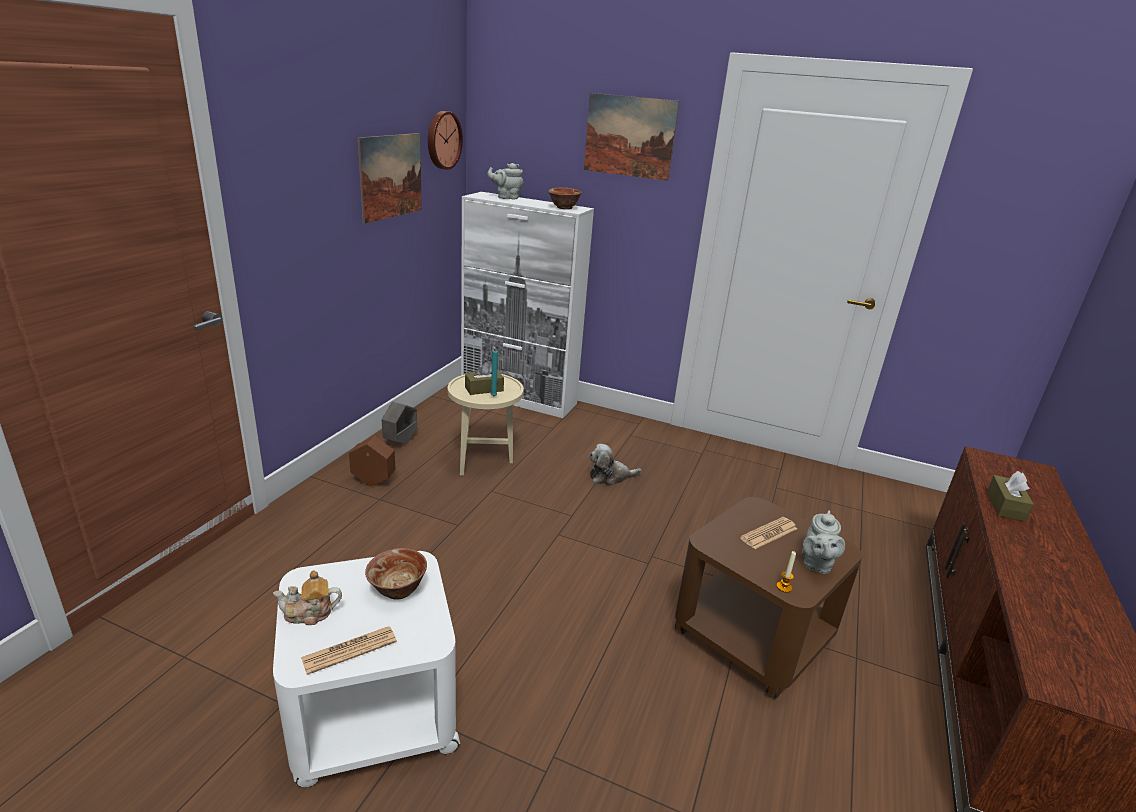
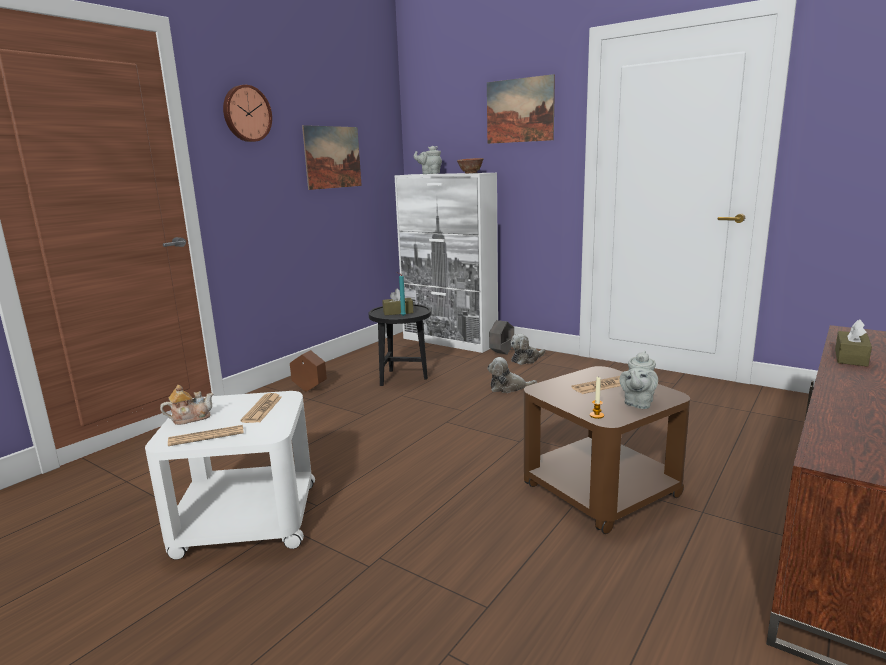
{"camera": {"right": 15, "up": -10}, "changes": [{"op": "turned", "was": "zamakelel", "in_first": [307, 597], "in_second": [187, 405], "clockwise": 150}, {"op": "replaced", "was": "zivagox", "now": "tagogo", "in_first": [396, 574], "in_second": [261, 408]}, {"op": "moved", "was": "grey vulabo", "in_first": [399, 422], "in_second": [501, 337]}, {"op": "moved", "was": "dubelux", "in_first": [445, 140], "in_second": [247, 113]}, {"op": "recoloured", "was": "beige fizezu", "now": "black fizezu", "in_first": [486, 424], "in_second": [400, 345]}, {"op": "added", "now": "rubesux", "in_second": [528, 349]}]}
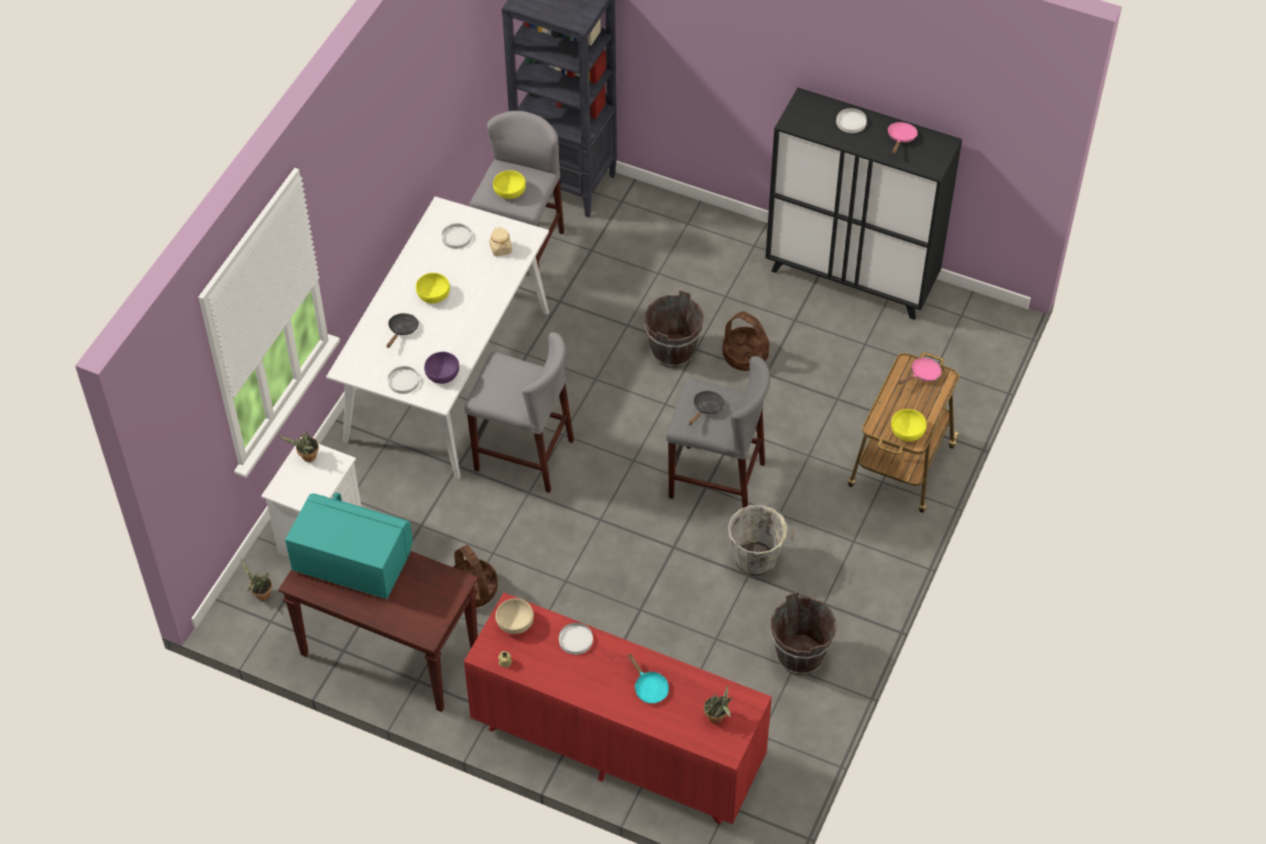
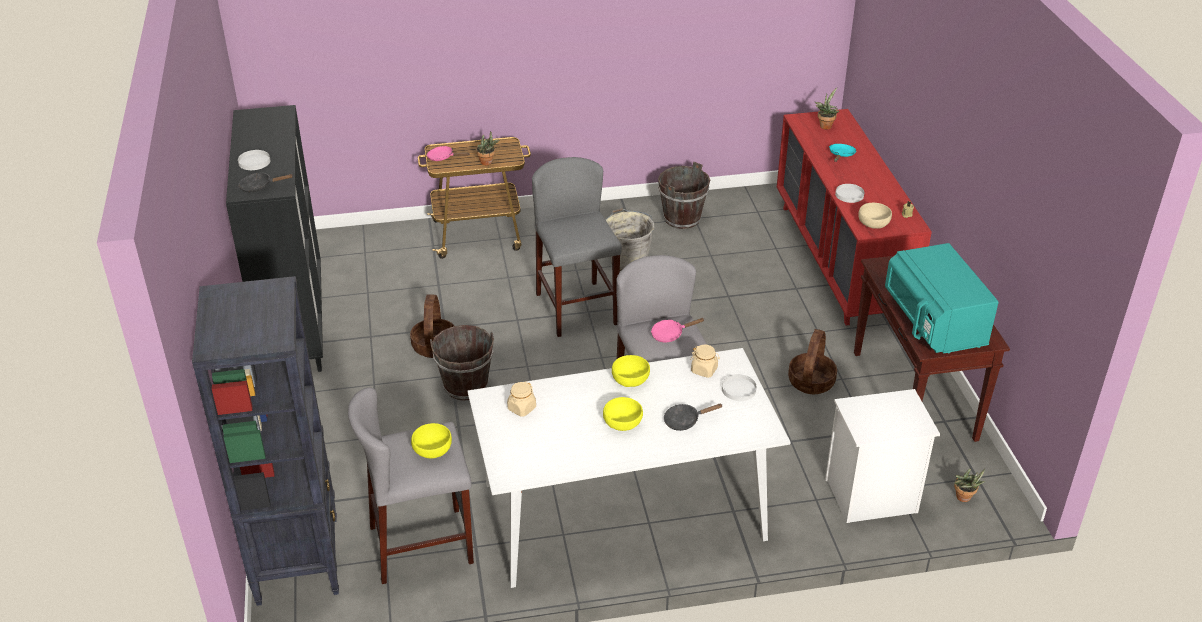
{"camera": {"right": -125, "up": -15}, "changes": [{"op": "moved", "was": "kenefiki", "in_first": [299, 446], "in_second": [487, 148]}, {"op": "replaced", "was": "purple zivagox", "now": "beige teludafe", "in_first": [441, 368], "in_second": [705, 361]}, {"op": "removed", "was": "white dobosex", "in_first": [457, 236]}, {"op": "moved", "was": "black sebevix", "in_first": [706, 408], "in_second": [265, 182]}, {"op": "moved", "was": "pink sebevix", "in_first": [903, 138], "in_second": [678, 330]}, {"op": "moved", "was": "yellow zivagox", "in_first": [909, 425], "in_second": [631, 371]}]}
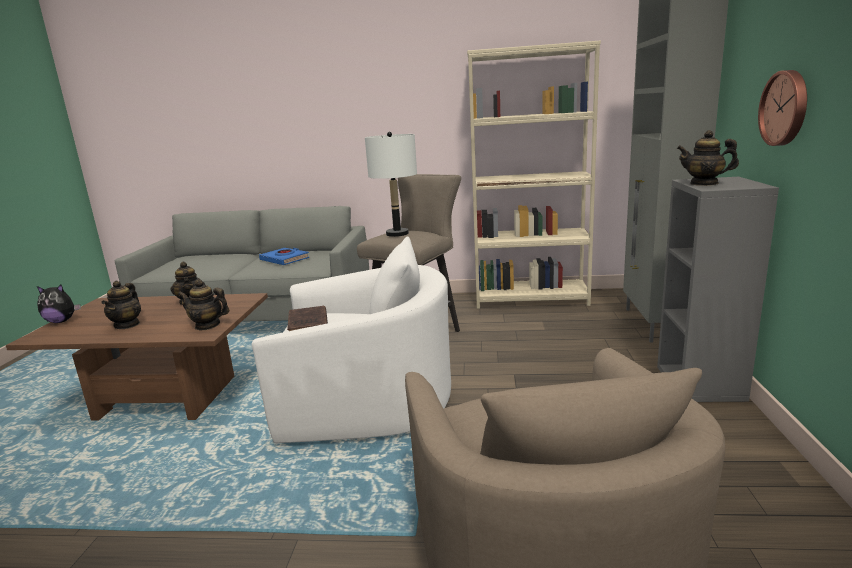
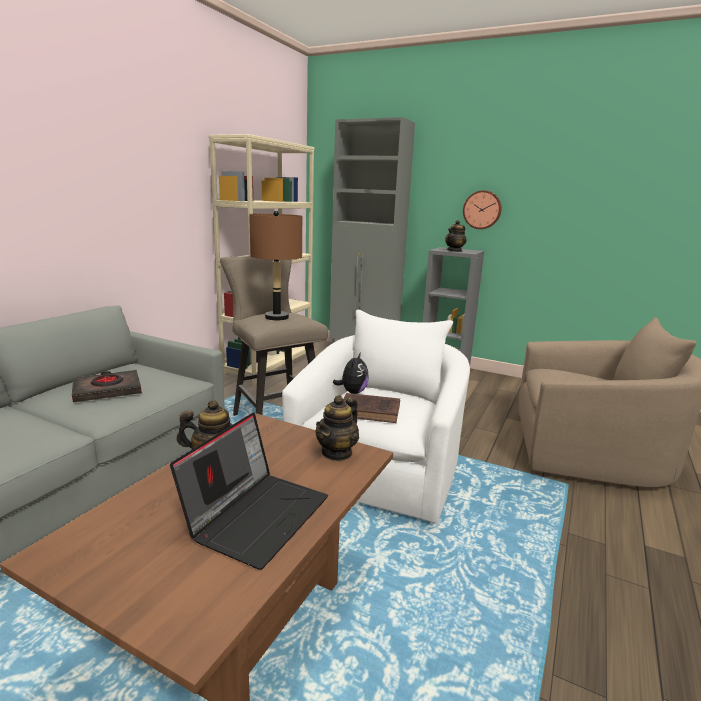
{"camera": {"right": -70, "up": 0}, "changes": [{"op": "moved", "was": "rubesux", "in_first": [59, 304], "in_second": [351, 373]}, {"op": "replaced", "was": "zamakelel", "now": "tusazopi", "in_first": [121, 305], "in_second": [249, 491]}, {"op": "recoloured", "was": "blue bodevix", "now": "black bodevix", "in_first": [284, 256], "in_second": [107, 386]}, {"op": "recoloured", "was": "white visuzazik", "now": "brown visuzazik", "in_first": [391, 184], "in_second": [275, 265]}]}
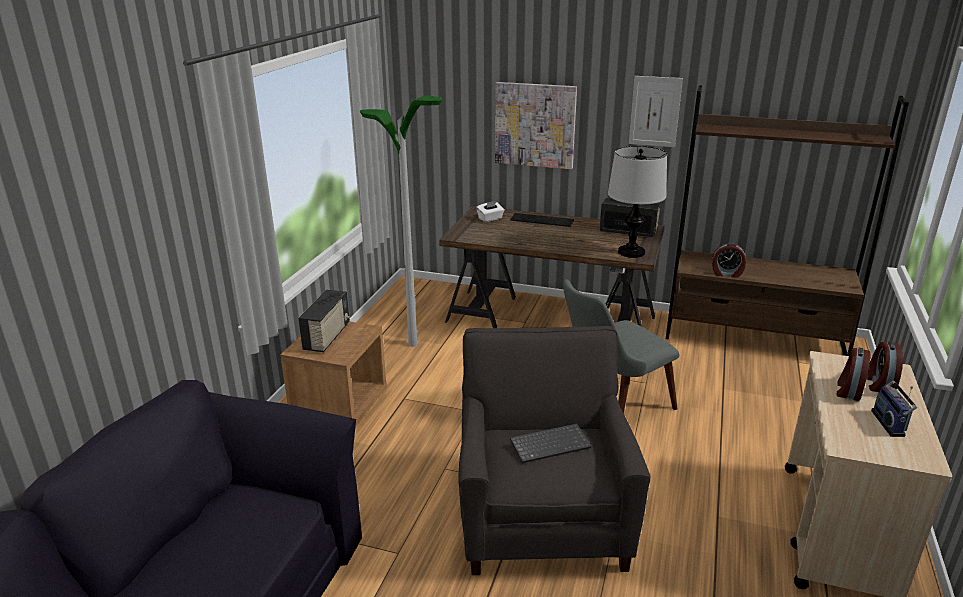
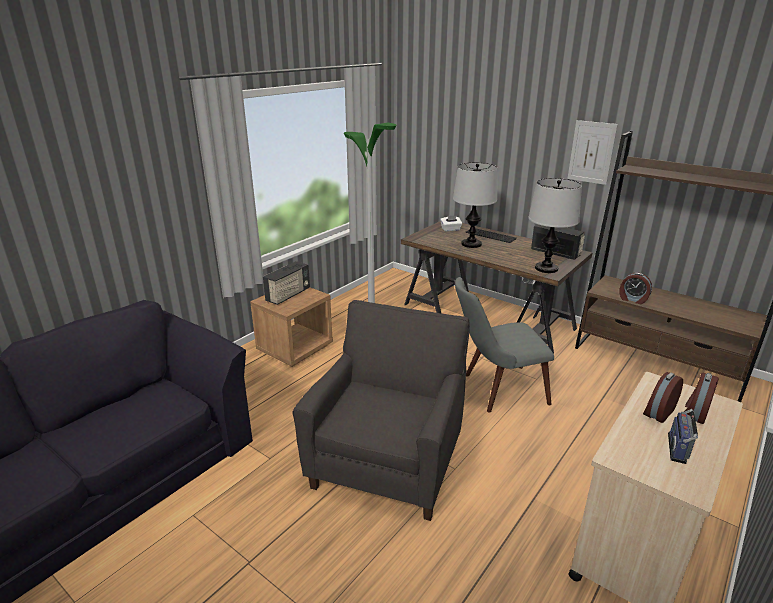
{"camera": {"right": 20, "up": 0}, "changes": [{"op": "removed", "was": "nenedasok", "in_first": [536, 125]}, {"op": "removed", "was": "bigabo", "in_first": [550, 443]}, {"op": "added", "now": "visuzazik", "in_second": [475, 205]}]}
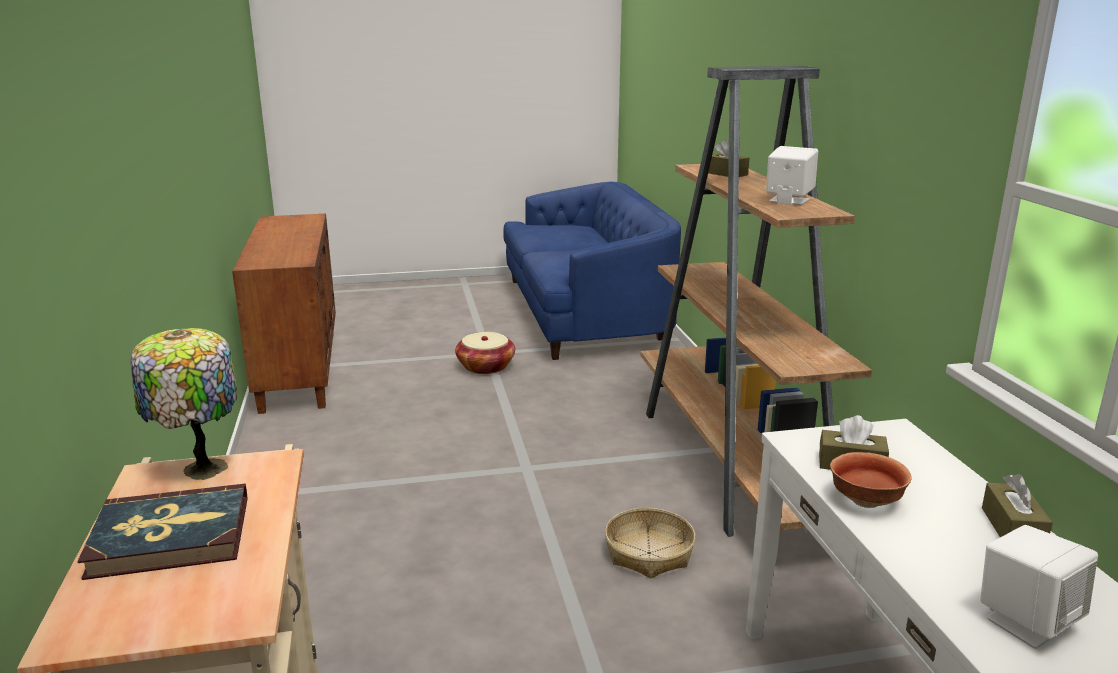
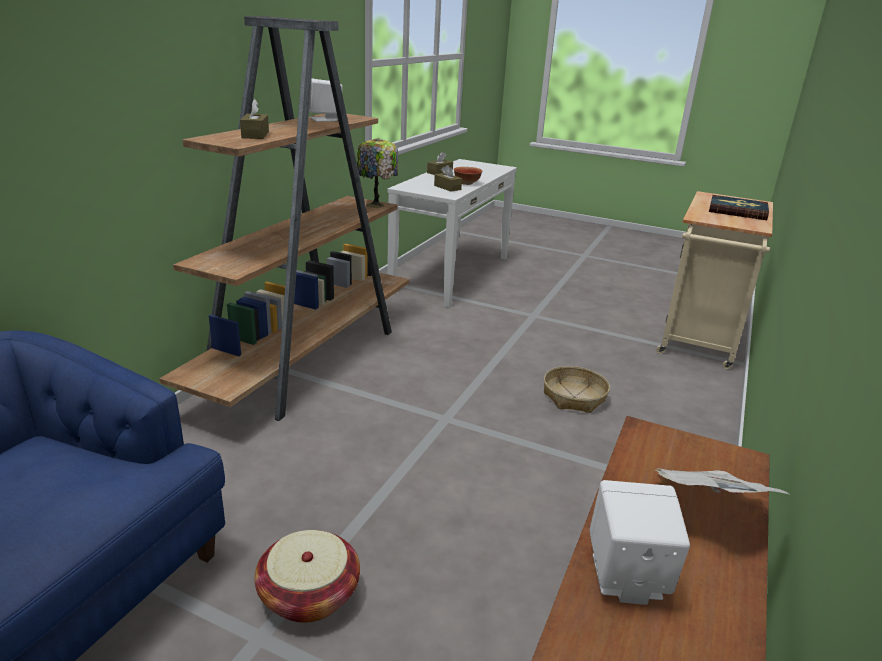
{"camera": {"right": -145, "up": 5}, "changes": [{"op": "moved", "was": "visuzazik", "in_first": [183, 404], "in_second": [377, 173]}, {"op": "moved", "was": "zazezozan", "in_first": [650, 543], "in_second": [577, 389]}, {"op": "moved", "was": "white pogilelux", "in_first": [1039, 587], "in_second": [640, 542]}, {"op": "added", "now": "tagogo", "in_second": [723, 481]}]}
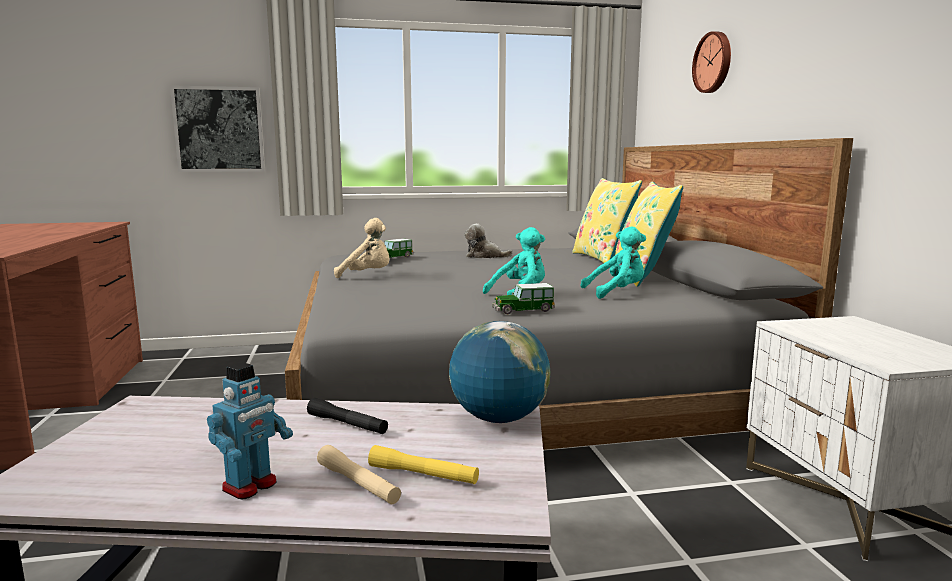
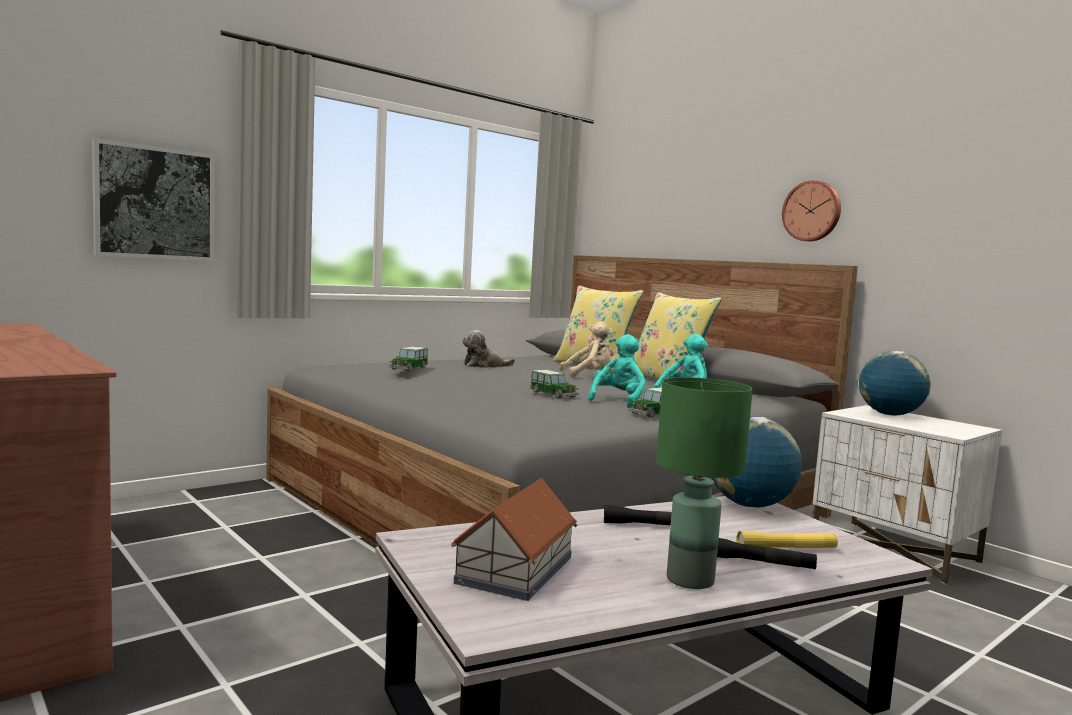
{"camera": {"right": -30, "up": -5}, "changes": [{"op": "replaced", "was": "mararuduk", "now": "green visuzazik", "in_first": [250, 430], "in_second": [704, 483]}, {"op": "recoloured", "was": "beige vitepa", "now": "black vitepa", "in_first": [359, 474], "in_second": [767, 553]}, {"op": "moved", "was": "beige rubesux", "in_first": [361, 248], "in_second": [586, 349]}, {"op": "moved", "was": "dubelux", "in_first": [711, 62], "in_second": [811, 210]}, {"op": "added", "now": "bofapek", "in_second": [514, 539]}, {"op": "added", "now": "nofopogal", "in_second": [554, 384]}, {"op": "added", "now": "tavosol", "in_second": [895, 383]}]}
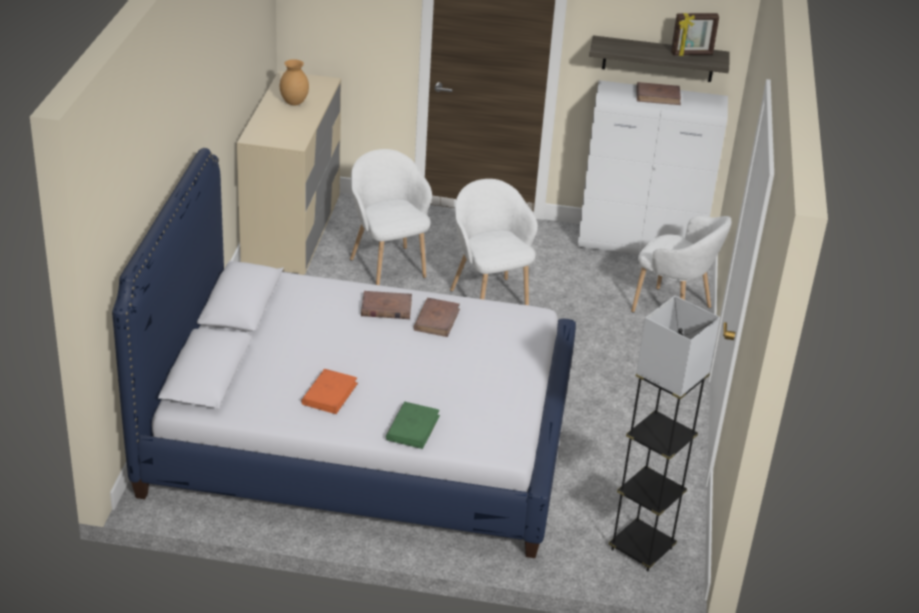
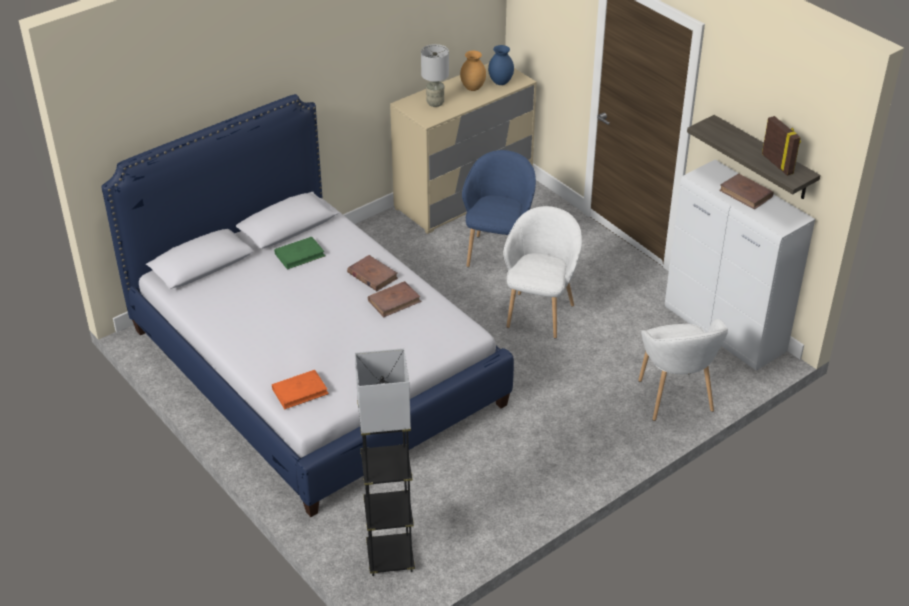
{"camera": {"right": 45, "up": 5}, "changes": [{"op": "moved", "was": "orange bodevix", "in_first": [329, 391], "in_second": [300, 389]}, {"op": "recoloured", "was": "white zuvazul", "now": "blue zuvazul", "in_first": [391, 217], "in_second": [499, 208]}, {"op": "moved", "was": "green bodevix", "in_first": [413, 425], "in_second": [299, 253]}, {"op": "turned", "was": "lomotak", "in_first": [695, 34], "in_second": [781, 146], "clockwise": -150}, {"op": "added", "now": "grey visuzazik", "in_second": [435, 75]}, {"op": "added", "now": "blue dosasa", "in_second": [501, 65]}]}
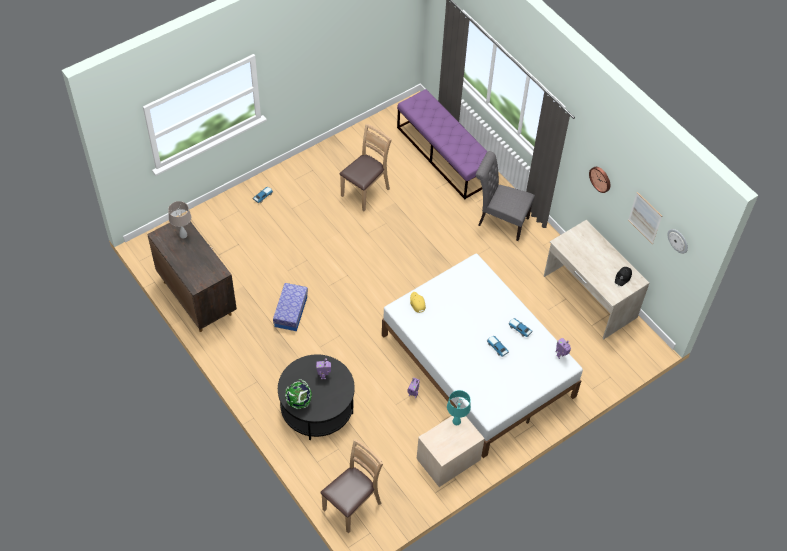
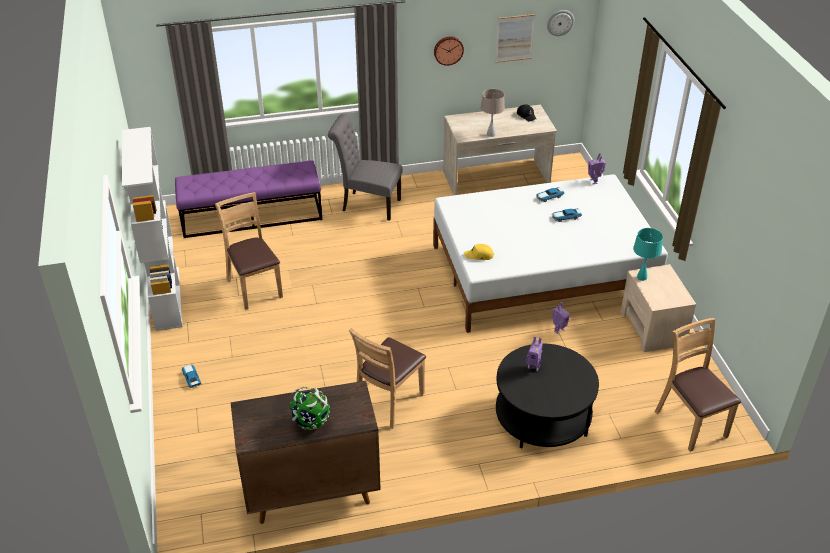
{"camera": {"right": -65, "up": -15}, "changes": [{"op": "moved", "was": "beige visuzazik", "in_first": [179, 220], "in_second": [493, 113]}, {"op": "replaced", "was": "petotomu", "now": "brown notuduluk", "in_first": [290, 307], "in_second": [387, 378]}, {"op": "moved", "was": "tavosol", "in_first": [298, 394], "in_second": [310, 408]}, {"op": "turned", "was": "grey notuduluk", "in_first": [505, 196], "in_second": [365, 167], "clockwise": 60}, {"op": "added", "now": "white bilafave", "in_second": [152, 229]}]}
